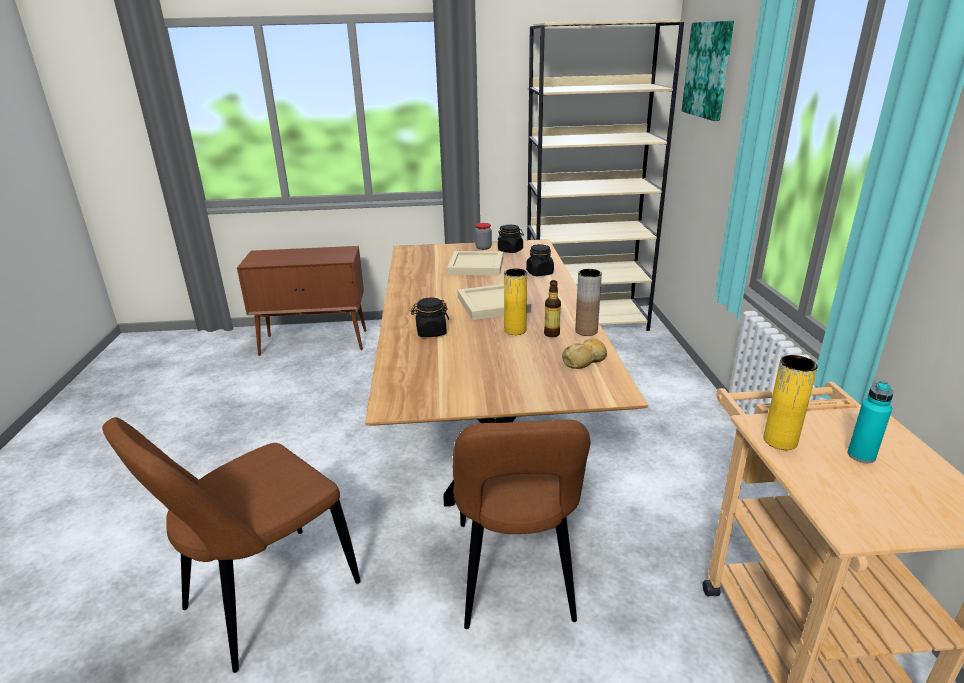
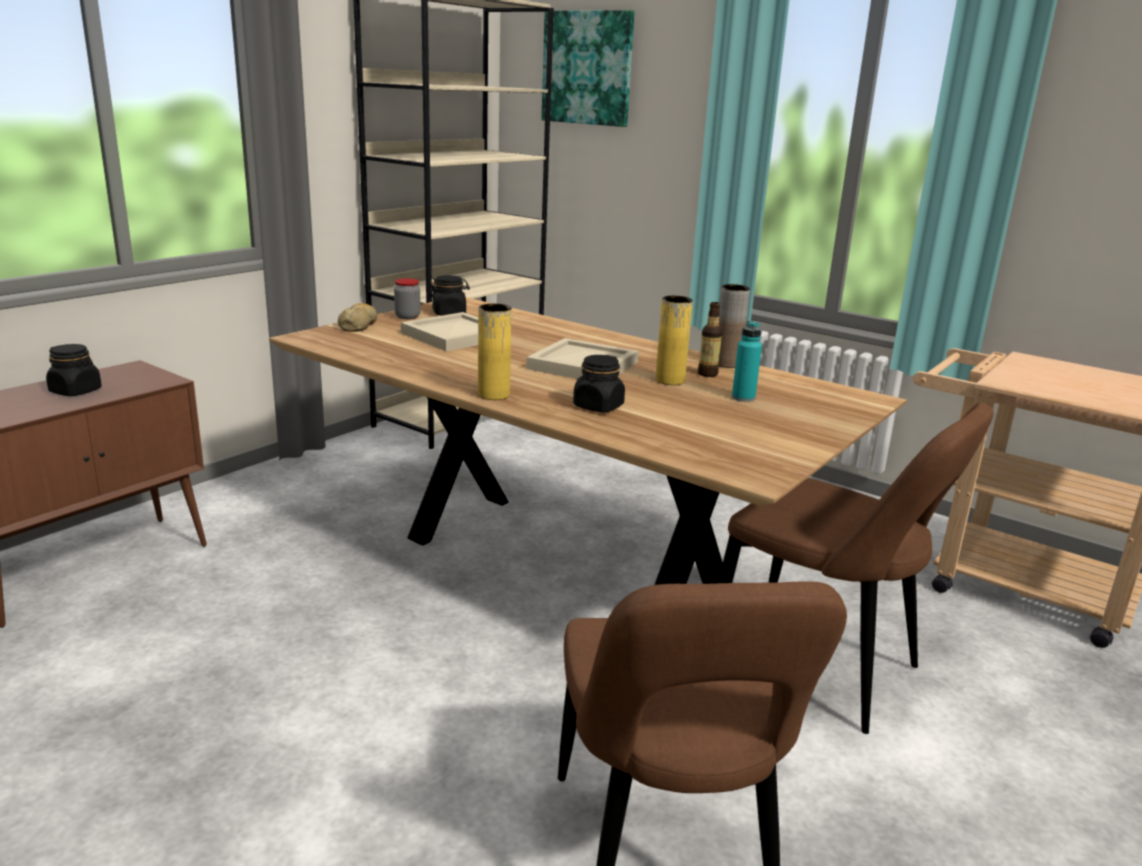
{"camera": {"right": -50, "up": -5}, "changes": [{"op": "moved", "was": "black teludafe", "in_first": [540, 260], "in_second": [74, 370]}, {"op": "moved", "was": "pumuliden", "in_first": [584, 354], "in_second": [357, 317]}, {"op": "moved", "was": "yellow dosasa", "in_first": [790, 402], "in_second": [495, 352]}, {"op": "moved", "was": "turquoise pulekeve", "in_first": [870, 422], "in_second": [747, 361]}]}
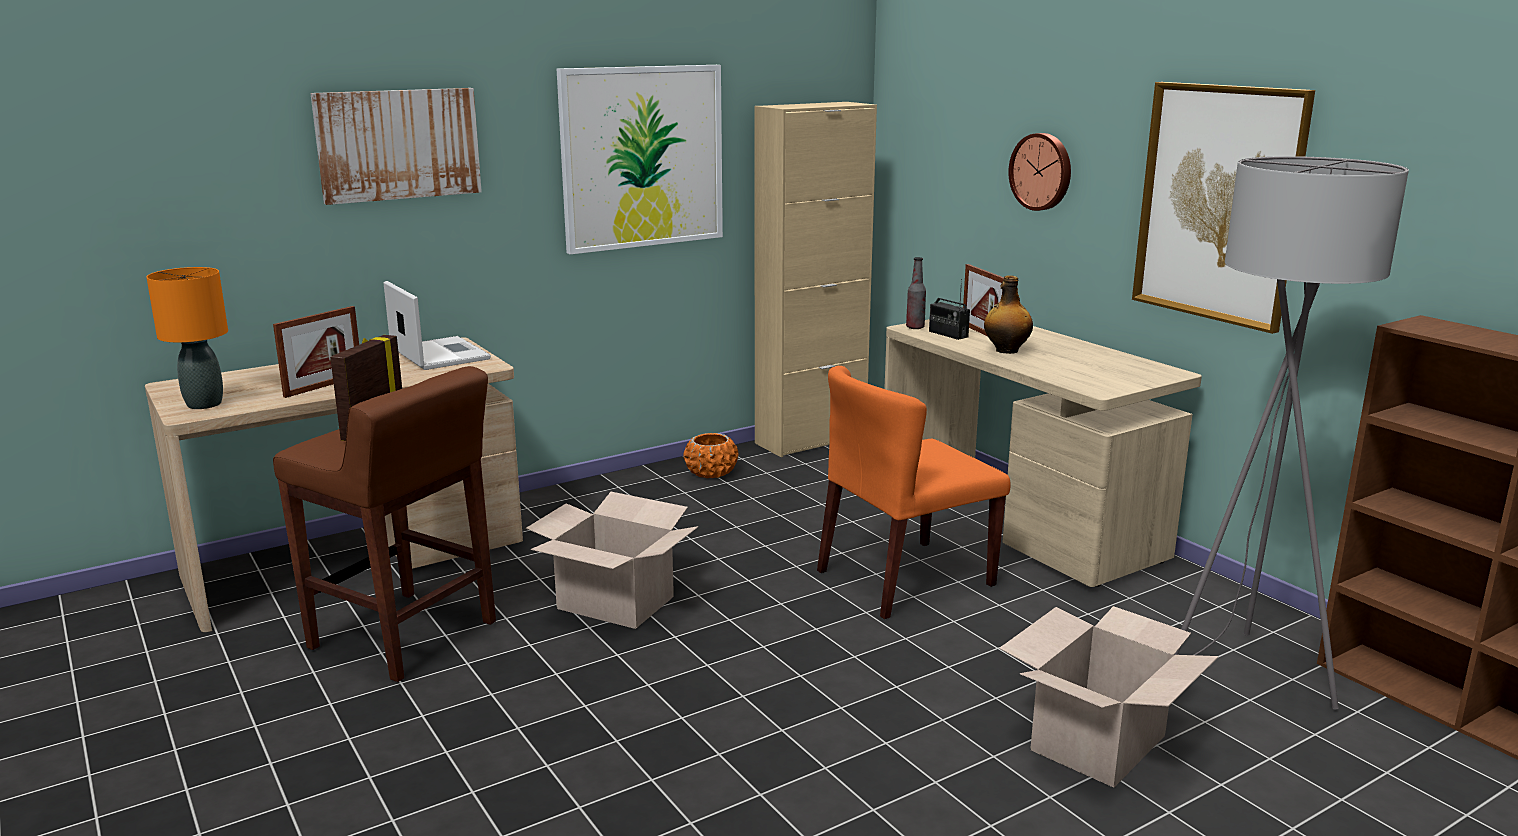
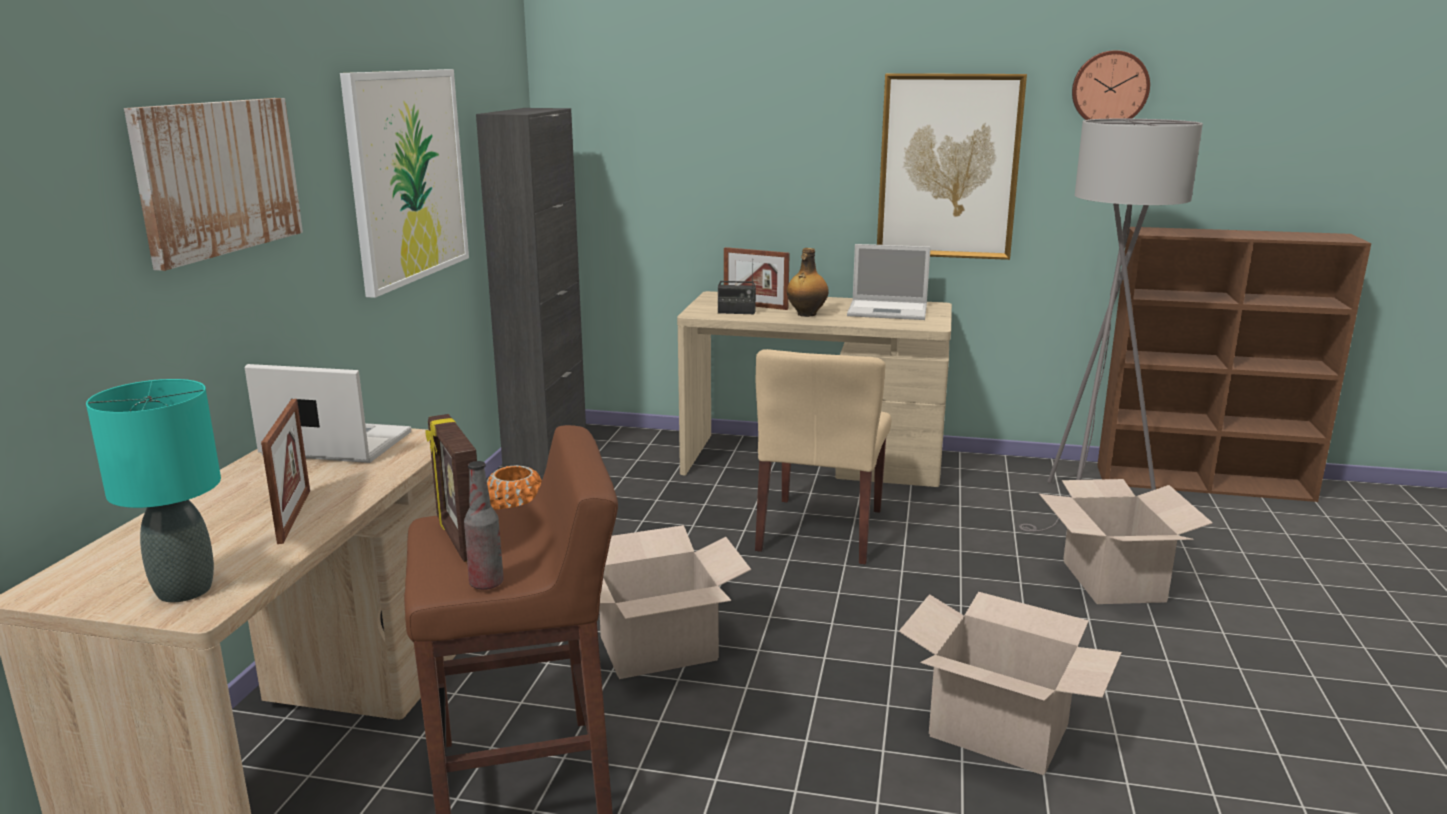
{"camera": {"right": -45, "up": 0}, "changes": [{"op": "recoloured", "was": "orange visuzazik", "now": "turquoise visuzazik", "in_first": [187, 338], "in_second": [153, 490]}, {"op": "recoloured", "was": "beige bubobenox", "now": "black bubobenox", "in_first": [815, 279], "in_second": [531, 291]}, {"op": "recoloured", "was": "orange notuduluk", "now": "beige notuduluk", "in_first": [914, 492], "in_second": [823, 456]}, {"op": "moved", "was": "pulekeve", "in_first": [916, 293], "in_second": [484, 525]}, {"op": "moved", "was": "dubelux", "in_first": [1039, 172], "in_second": [1111, 85]}, {"op": "added", "now": "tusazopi", "in_second": [889, 282]}, {"op": "added", "now": "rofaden", "in_second": [1010, 683]}]}
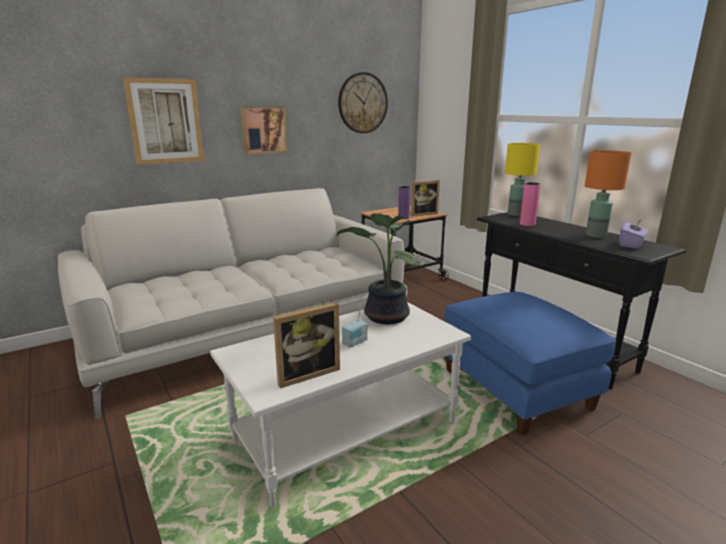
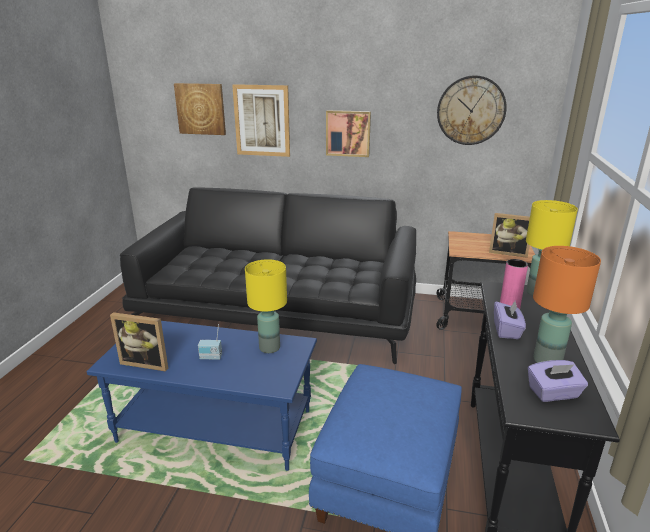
{"camera": {"right": 45, "up": 5}, "changes": [{"op": "recoloured", "was": "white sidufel", "now": "black sidufel", "in_first": [233, 304], "in_second": [268, 276]}, {"op": "recoloured", "was": "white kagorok", "now": "blue kagorok", "in_first": [340, 405], "in_second": [202, 396]}, {"op": "replaced", "was": "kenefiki", "now": "yellow visuzazik", "in_first": [379, 268], "in_second": [266, 306]}, {"op": "removed", "was": "purple dosasa", "in_first": [404, 202]}, {"op": "added", "now": "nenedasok", "in_second": [200, 109]}, {"op": "added", "now": "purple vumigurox", "in_second": [510, 319]}]}
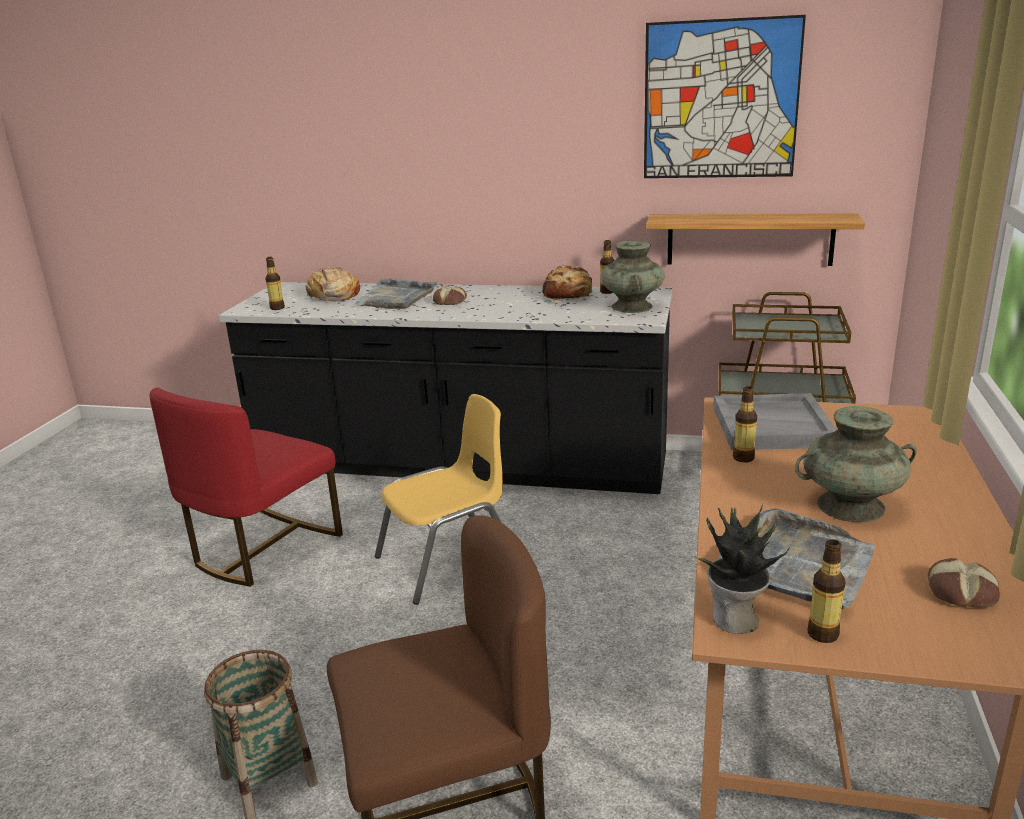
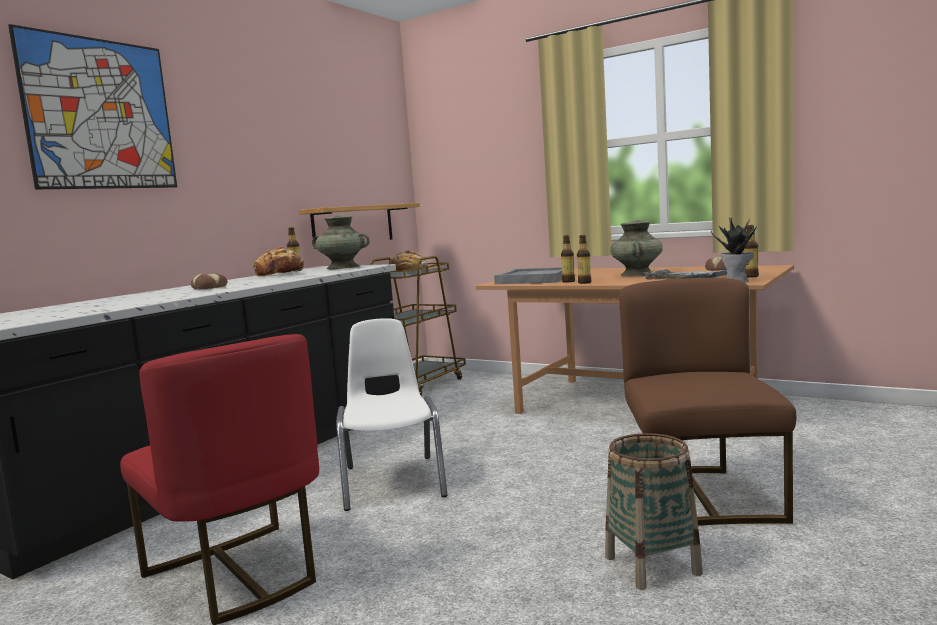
{"camera": {"right": -70, "up": -15}, "changes": [{"op": "moved", "was": "pulekeve", "in_first": [275, 283], "in_second": [584, 259]}, {"op": "moved", "was": "pumuliden", "in_first": [333, 284], "in_second": [408, 260]}, {"op": "removed", "was": "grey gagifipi", "in_first": [395, 293]}, {"op": "recoloured", "was": "yellow notuduluk", "now": "white notuduluk", "in_first": [439, 499], "in_second": [392, 414]}, {"op": "moved", "was": "nenedasok", "in_first": [725, 96], "in_second": [92, 106]}]}
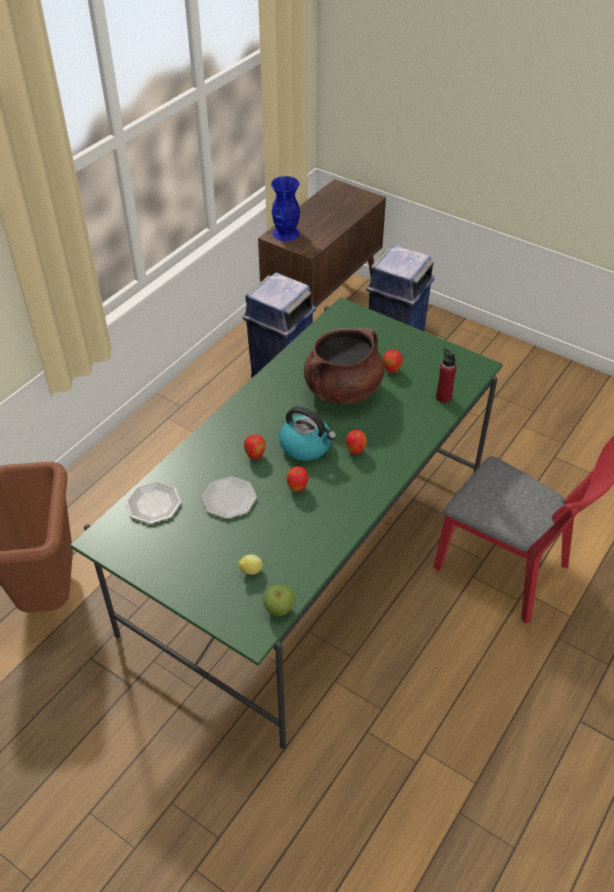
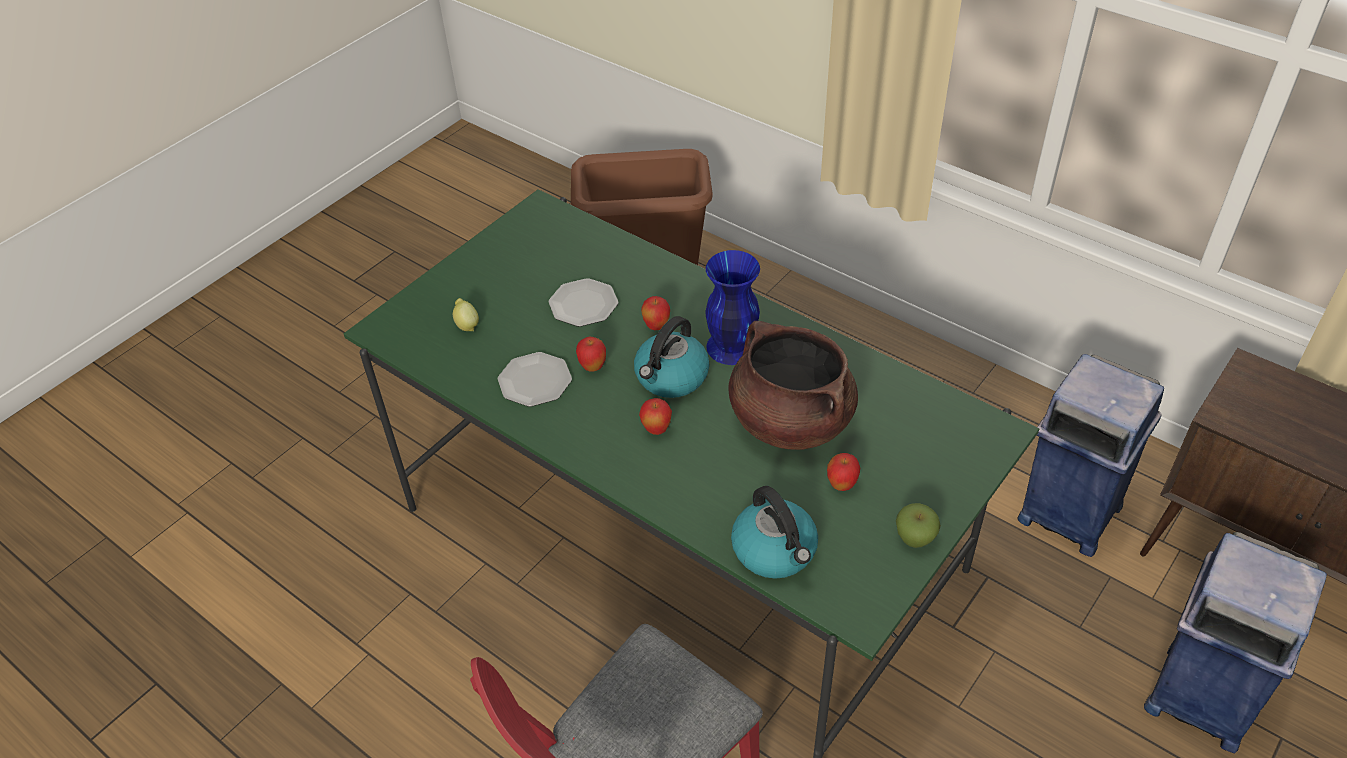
{"camera": {"right": 95, "up": 0}, "changes": [{"op": "moved", "was": "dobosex", "in_first": [154, 502], "in_second": [535, 379]}, {"op": "moved", "was": "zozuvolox", "in_first": [279, 600], "in_second": [918, 525]}, {"op": "moved", "was": "blue dosasa", "in_first": [285, 208], "in_second": [732, 307]}, {"op": "replaced", "was": "red pulekeve", "now": "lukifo", "in_first": [446, 375], "in_second": [774, 532]}]}
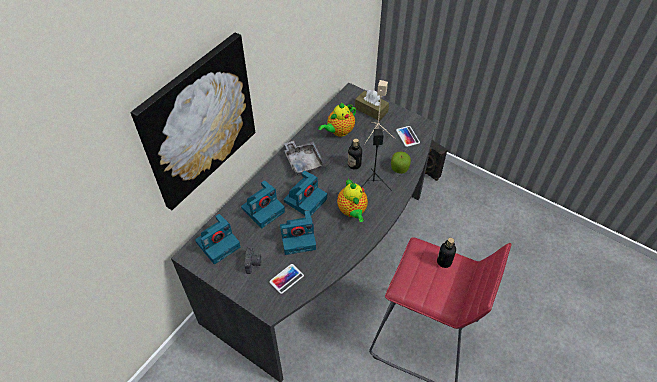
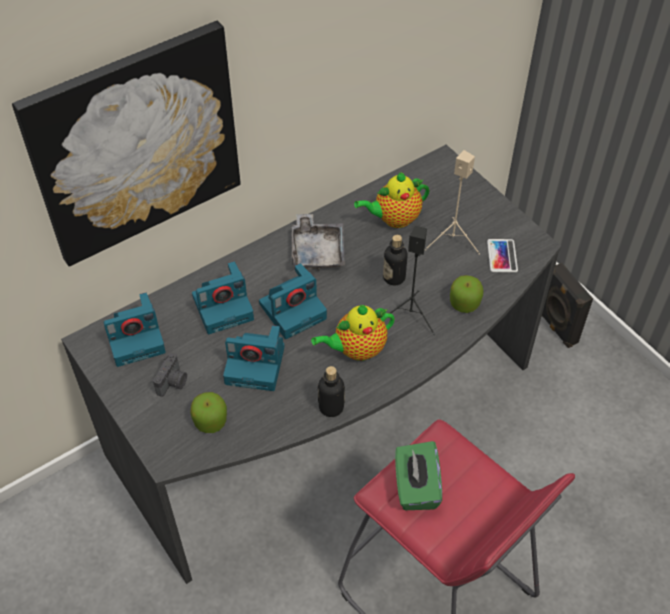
{"camera": {"right": 20, "up": 0}, "changes": [{"op": "replaced", "was": "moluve", "now": "zozuvolox", "in_first": [286, 279], "in_second": [208, 412]}, {"op": "turned", "was": "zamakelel", "in_first": [352, 200], "in_second": [353, 333], "clockwise": 60}, {"op": "removed", "was": "brown vumigurox", "in_first": [372, 105]}, {"op": "moved", "was": "pulekeve", "in_first": [446, 253], "in_second": [331, 391]}, {"op": "added", "now": "green vumigurox", "in_second": [418, 475]}]}
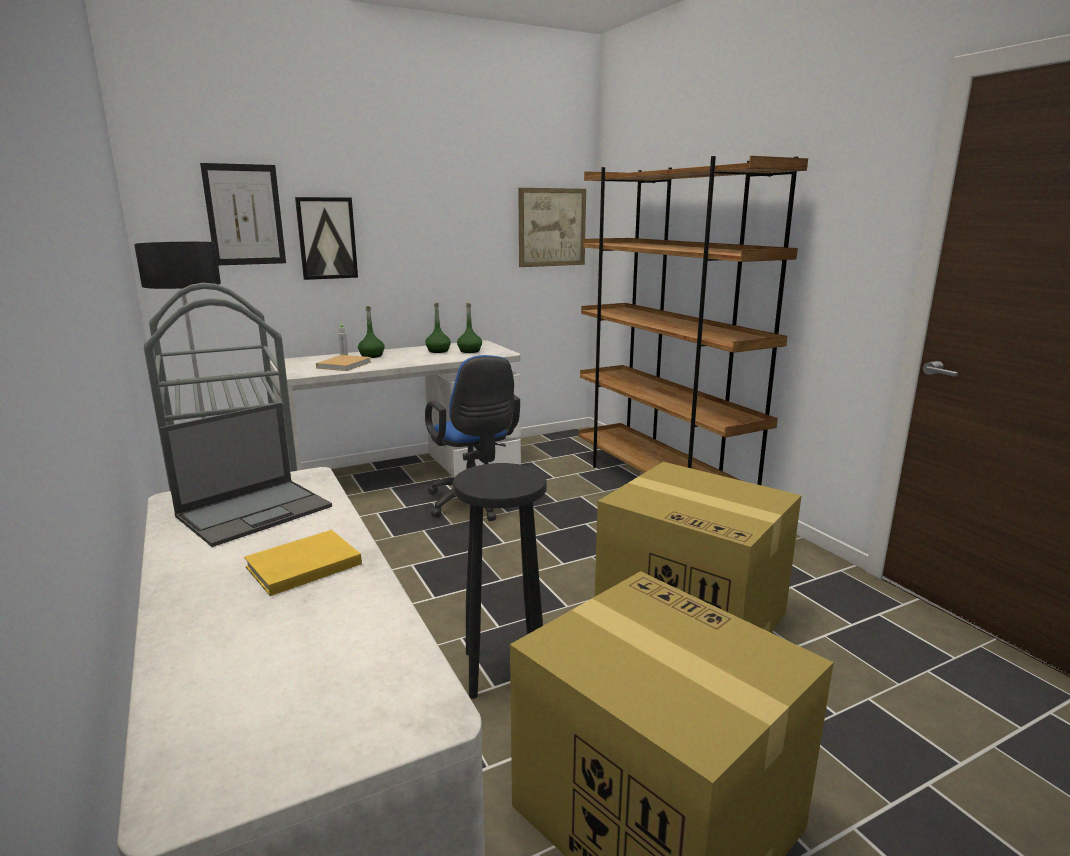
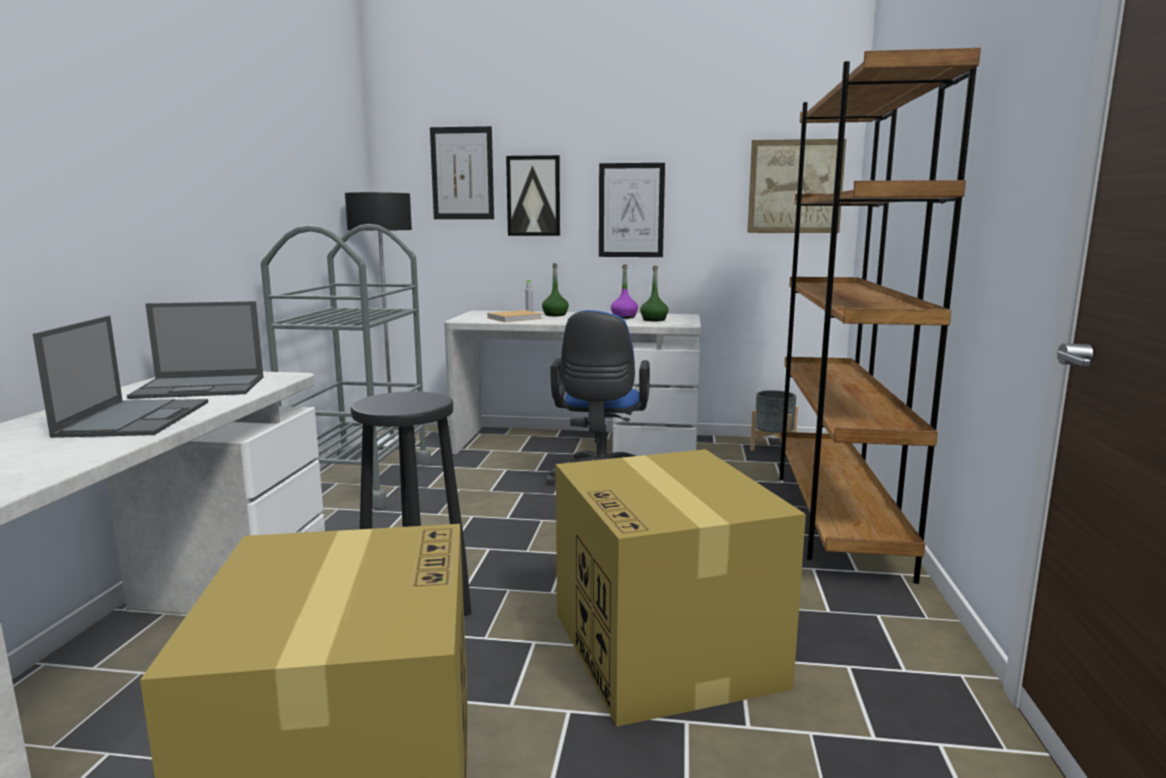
{"camera": {"right": 35, "up": -5}, "changes": [{"op": "replaced", "was": "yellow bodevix", "now": "tusazopi", "in_first": [303, 563], "in_second": [120, 377]}, {"op": "recoloured", "was": "green pulekeve", "now": "purple pulekeve", "in_first": [438, 328], "in_second": [624, 291]}, {"op": "added", "now": "nenedasok", "in_second": [632, 210]}, {"op": "added", "now": "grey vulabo", "in_second": [774, 422]}]}
